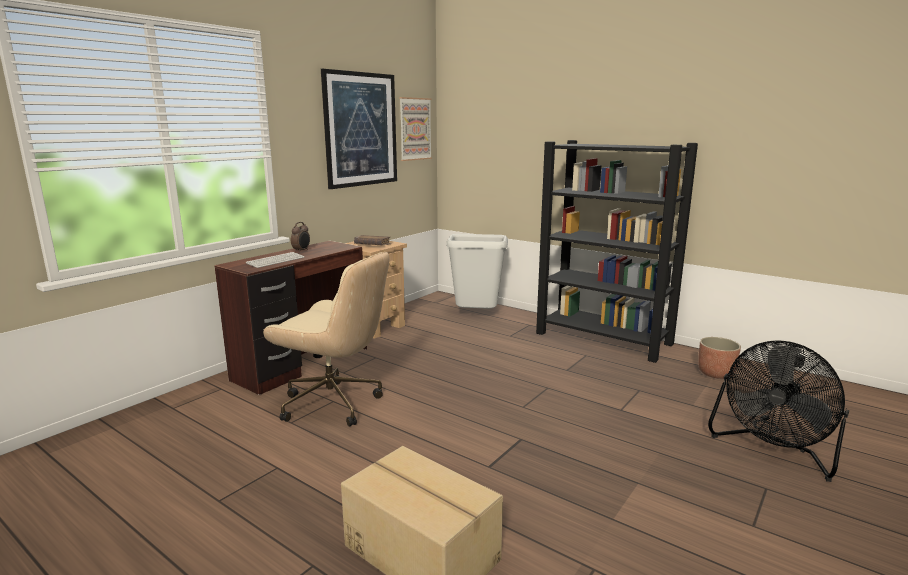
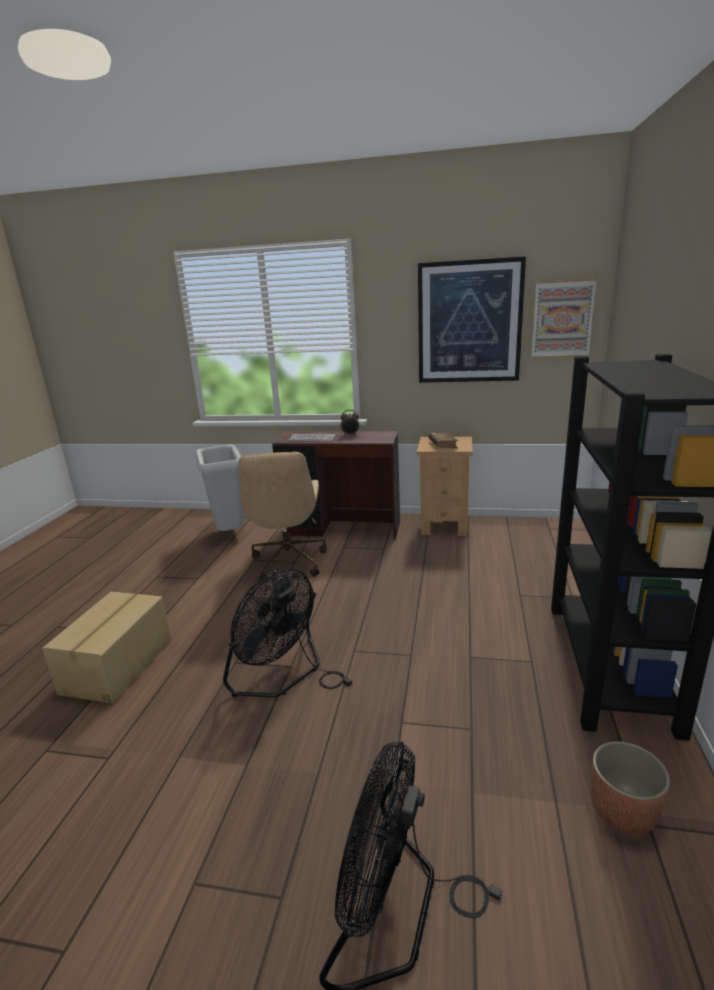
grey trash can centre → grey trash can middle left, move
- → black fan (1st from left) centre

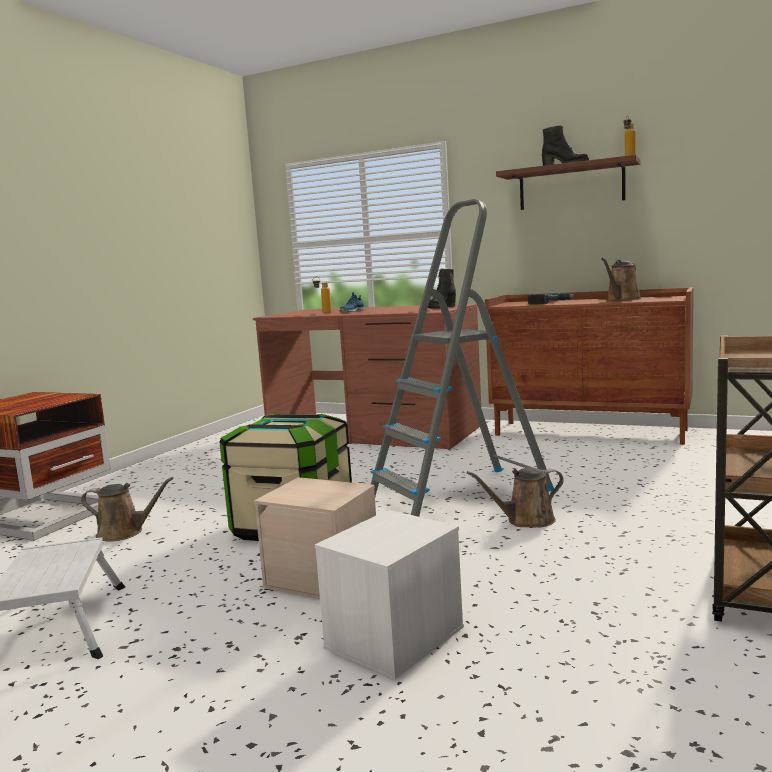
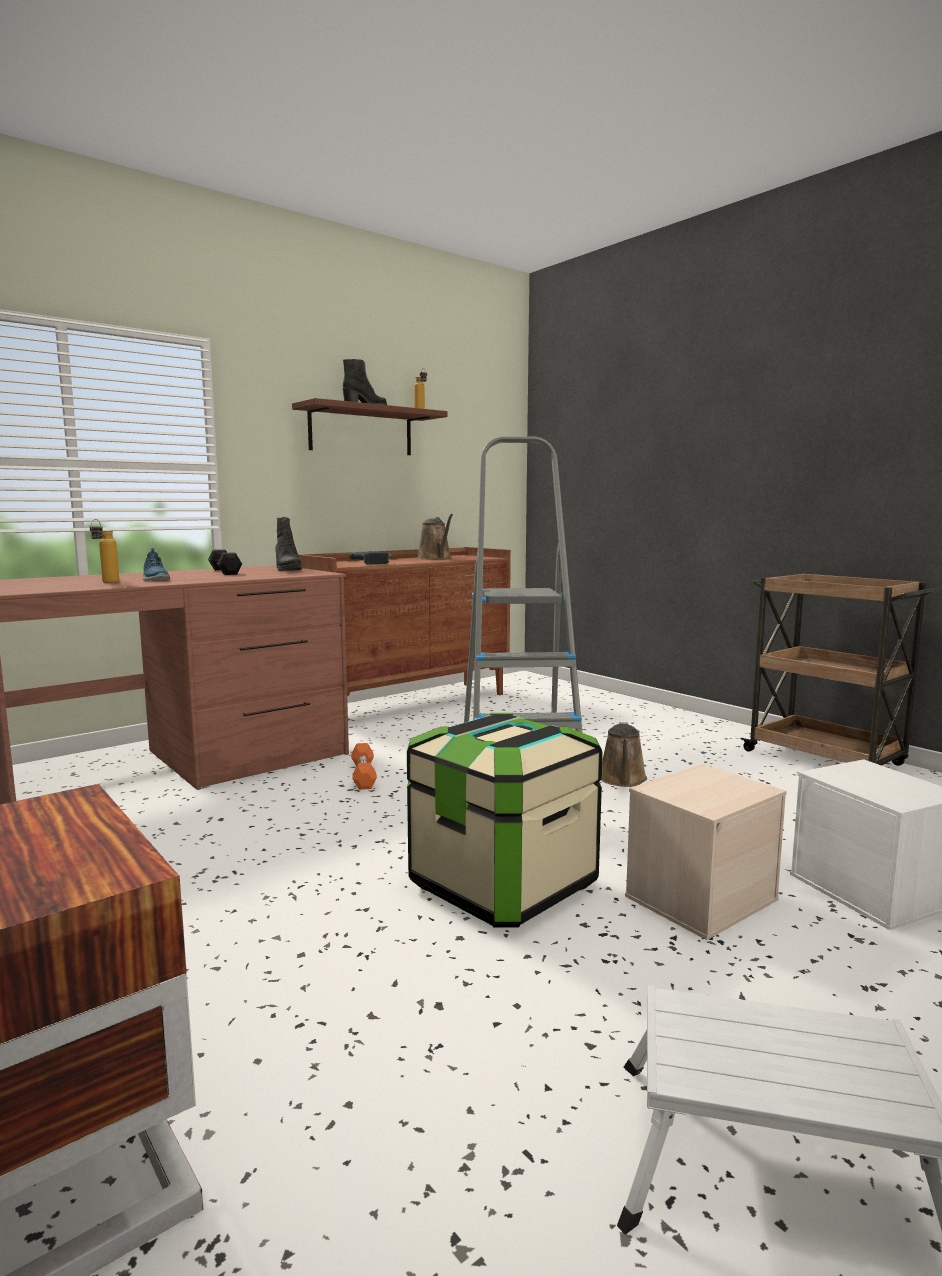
brown watering can (1st from left) middle left → -
- → black dumbbell middle left
- → orange dumbbell centre

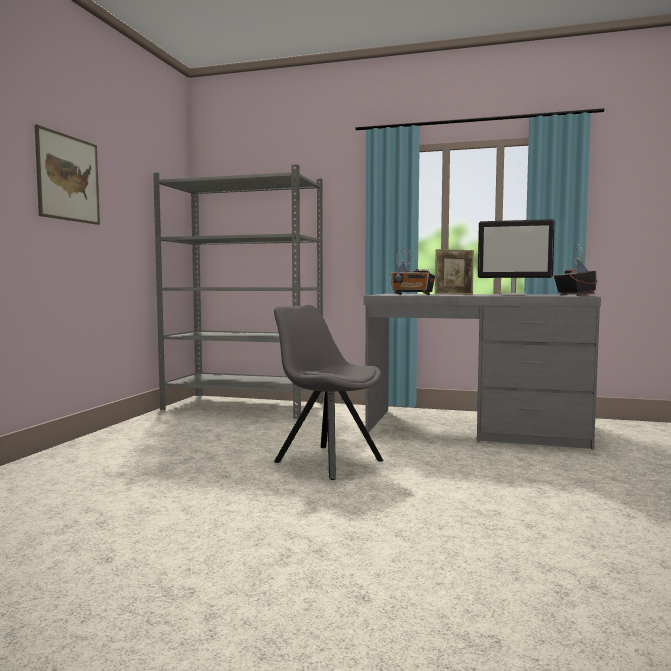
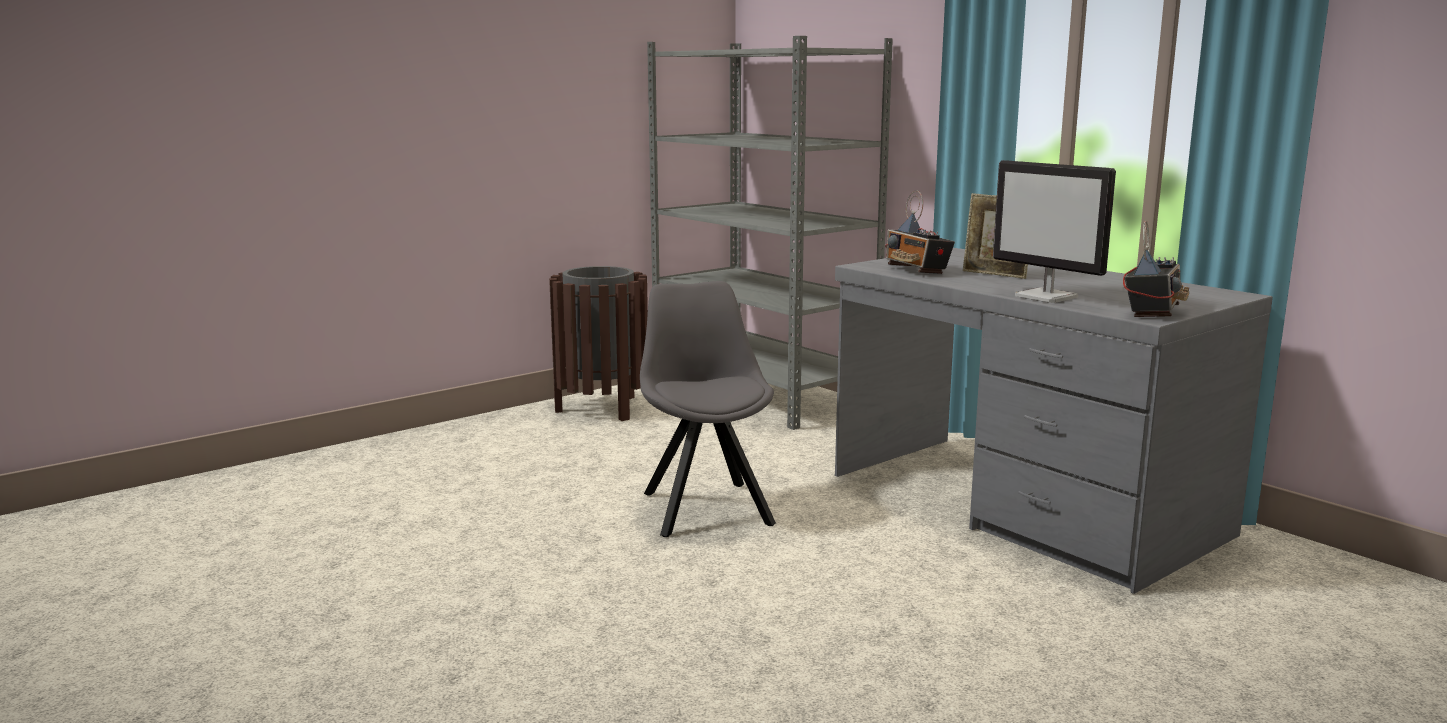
picture top left → -
- → brown trash can centre

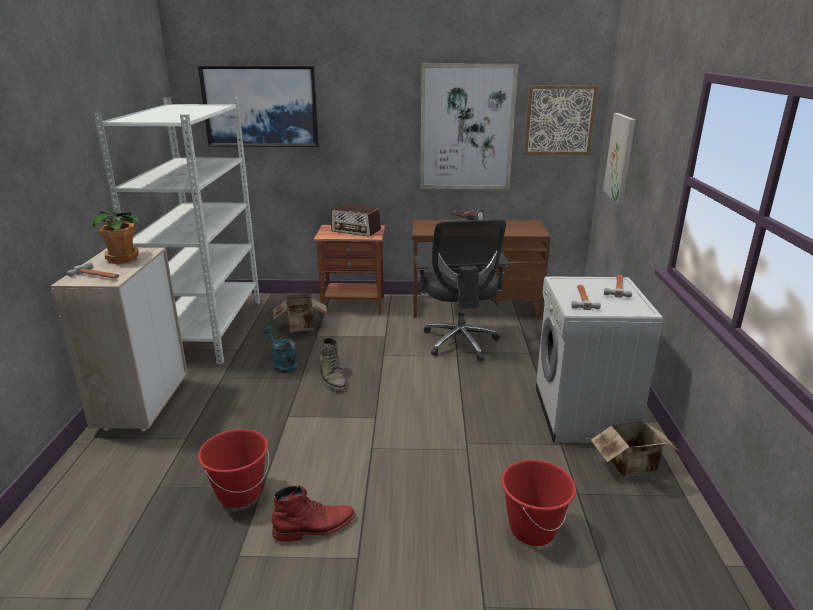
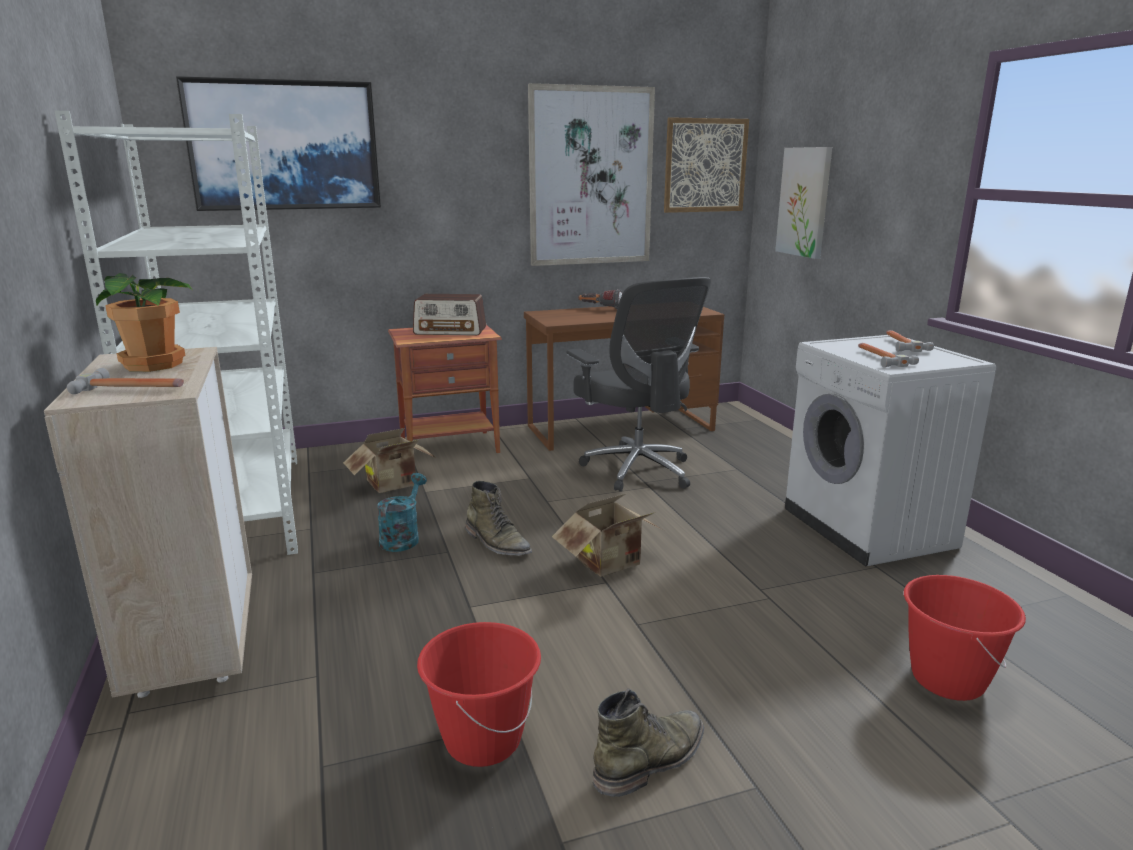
turquoise watering can centre, 75 degrees clockwise
cardboard box (2nd from left) bottom right → cardboard box (2nd from left) centre, move
red boot bottom centre → green boot (2nd from left) bottom centre

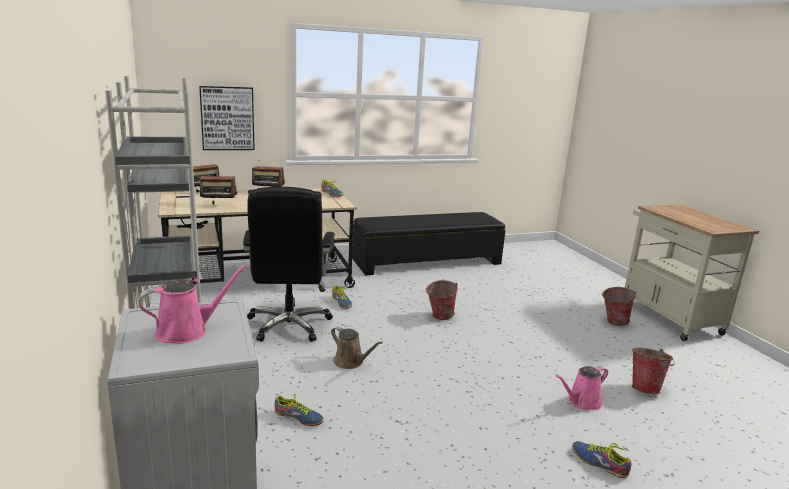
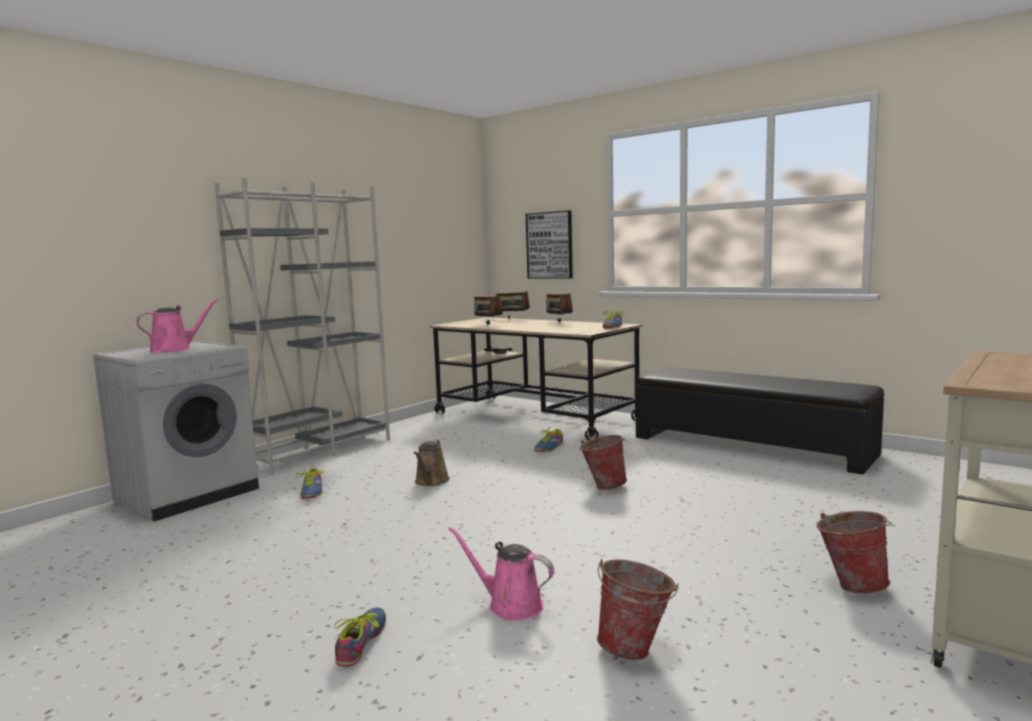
black office chair centre → -
pink watering can (1st from left) middle left, 75 degrees counterclockwise

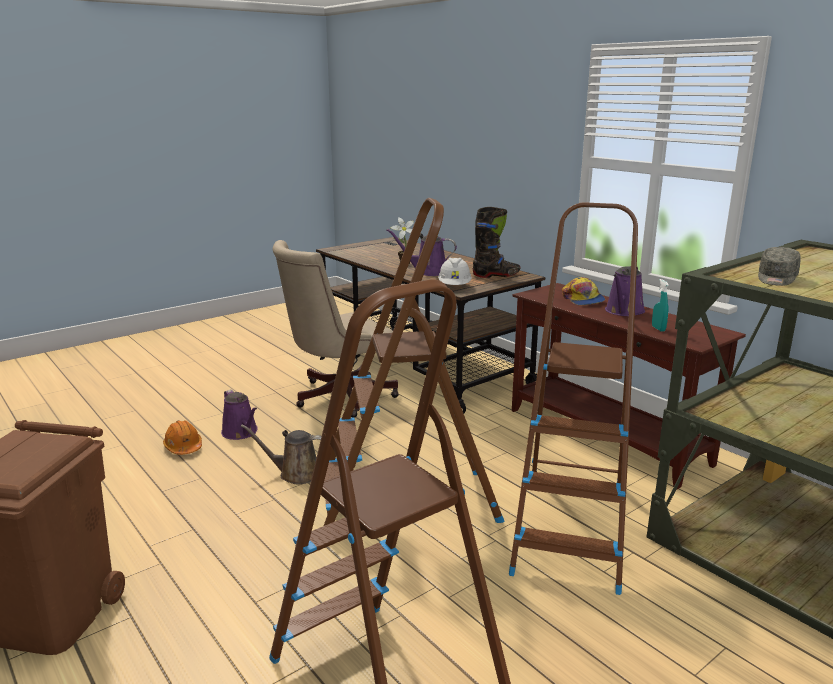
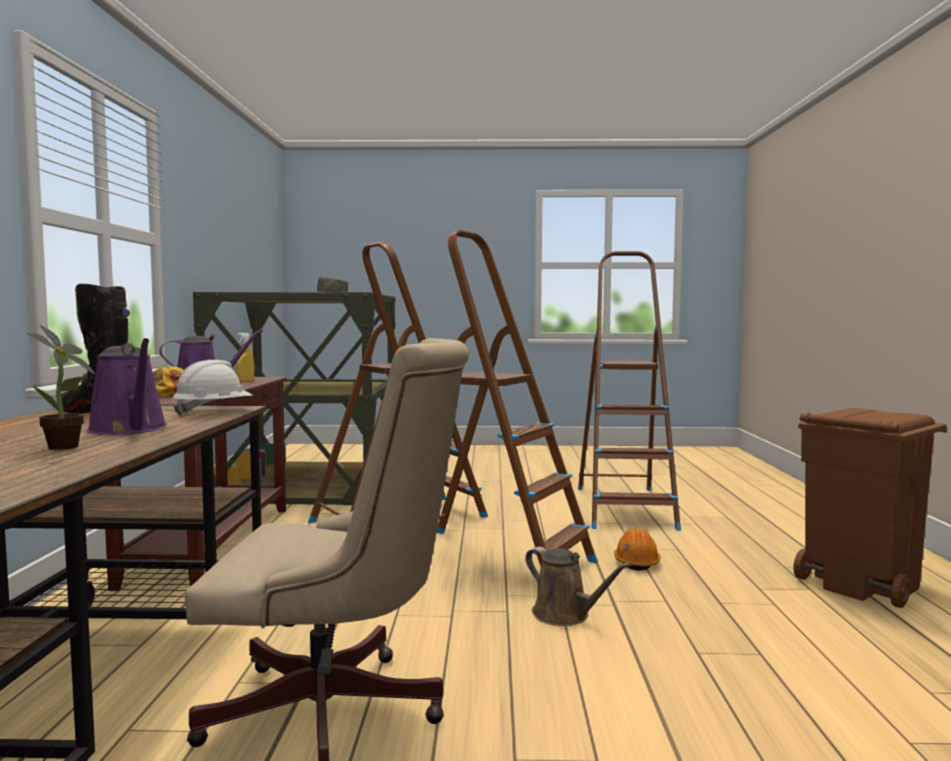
turquoise spray bottle middle right → yellow spray bottle middle left
purple watering can (1st from left) middle left → -
orange hard hat middle left → orange hard hat bottom right, move

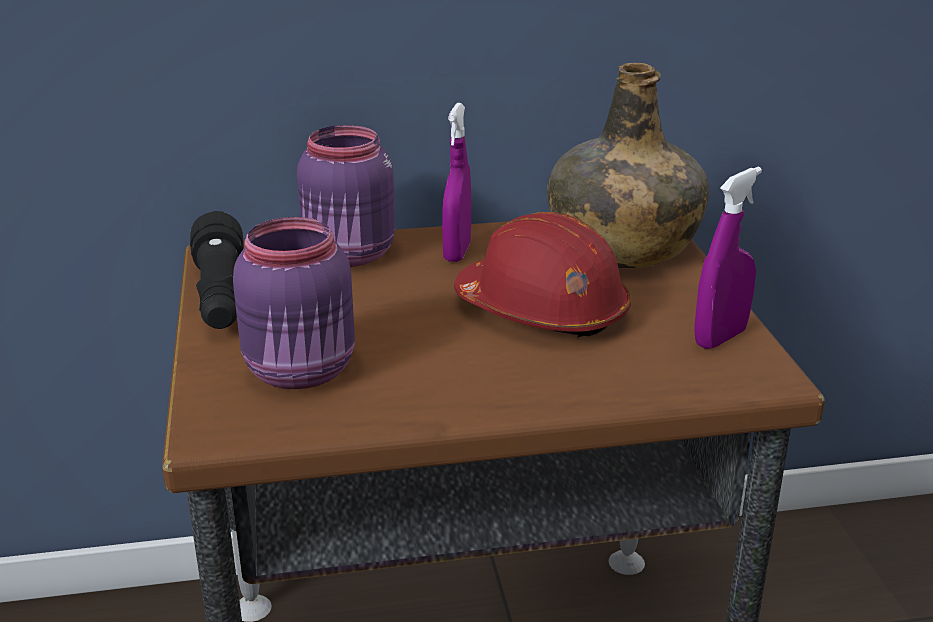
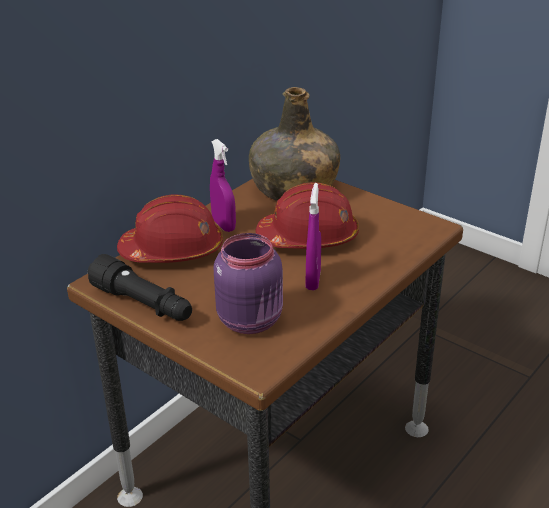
purple jar (2nd from left) top centre → red hard hat (1st from left) middle left
purple spray bottle (2nd from left) middle right → purple spray bottle (2nd from left) centre, move

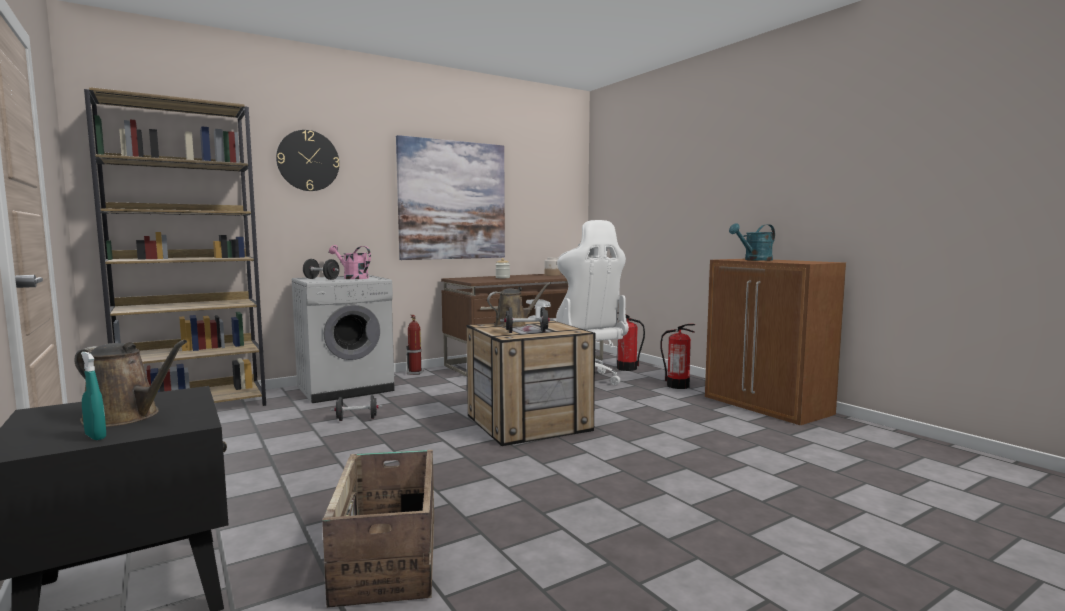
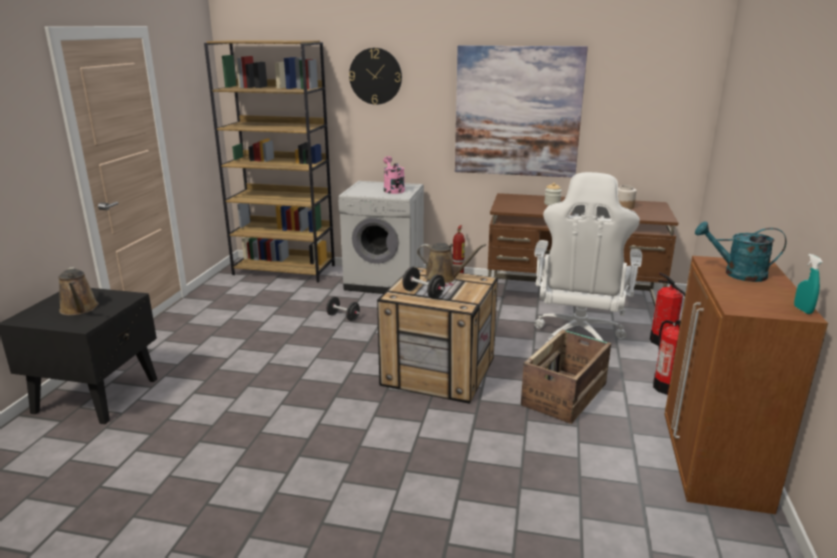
black dumbbell (1st from left) middle left → -
turquoise spray bottle middle left → turquoise spray bottle middle right, move
crate (1st from left in the first image) bottom centre → crate (2nd from left) bottom right, move

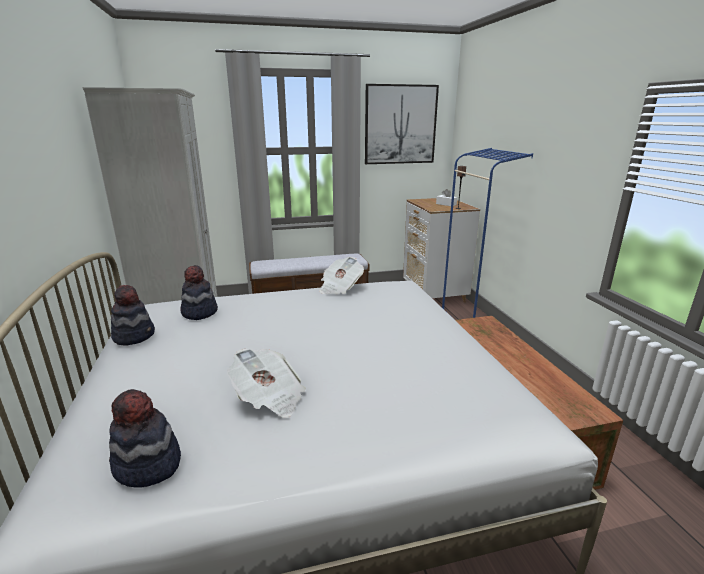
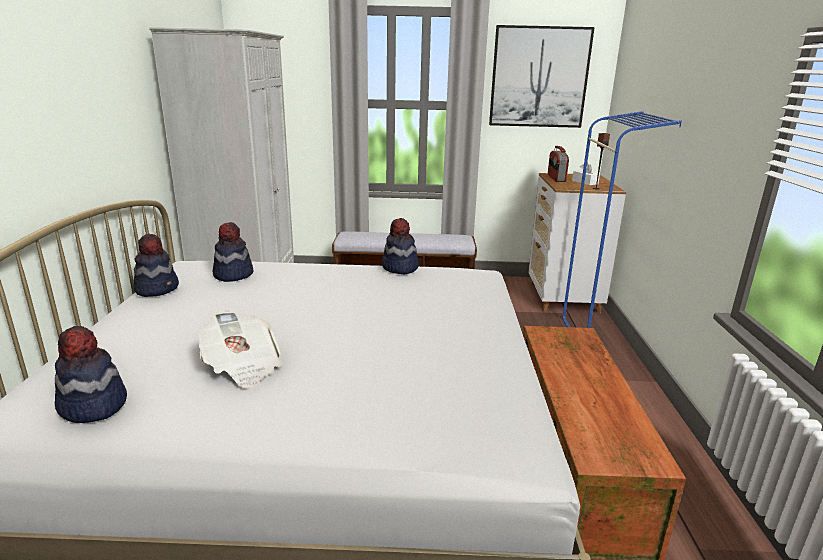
newspaper (2nd from left) centre → hat (4th from left) centre
- → radio top right

